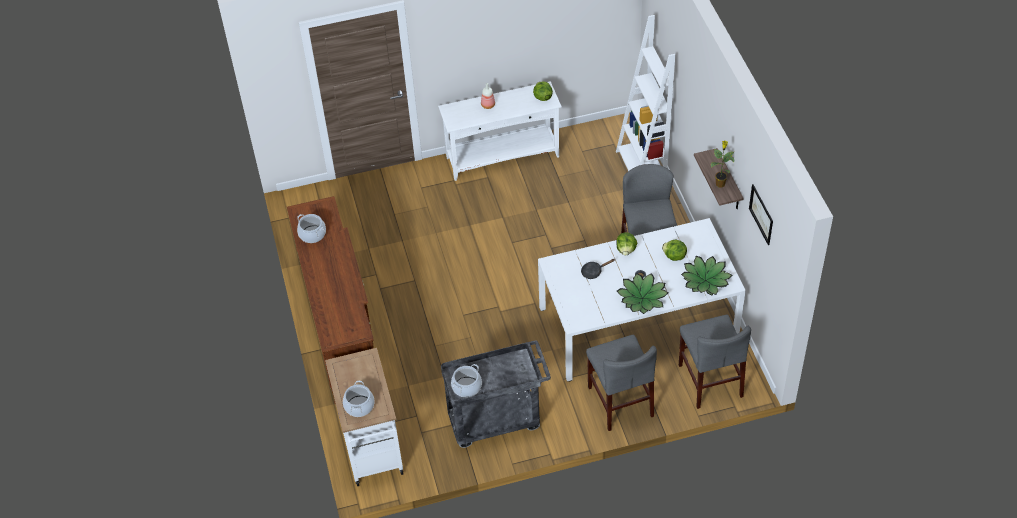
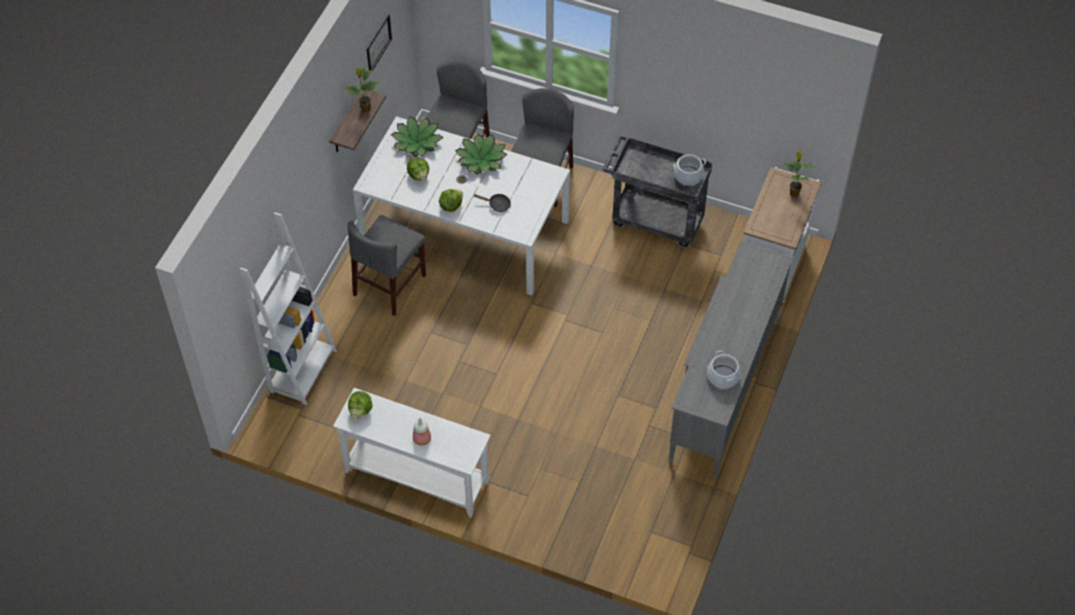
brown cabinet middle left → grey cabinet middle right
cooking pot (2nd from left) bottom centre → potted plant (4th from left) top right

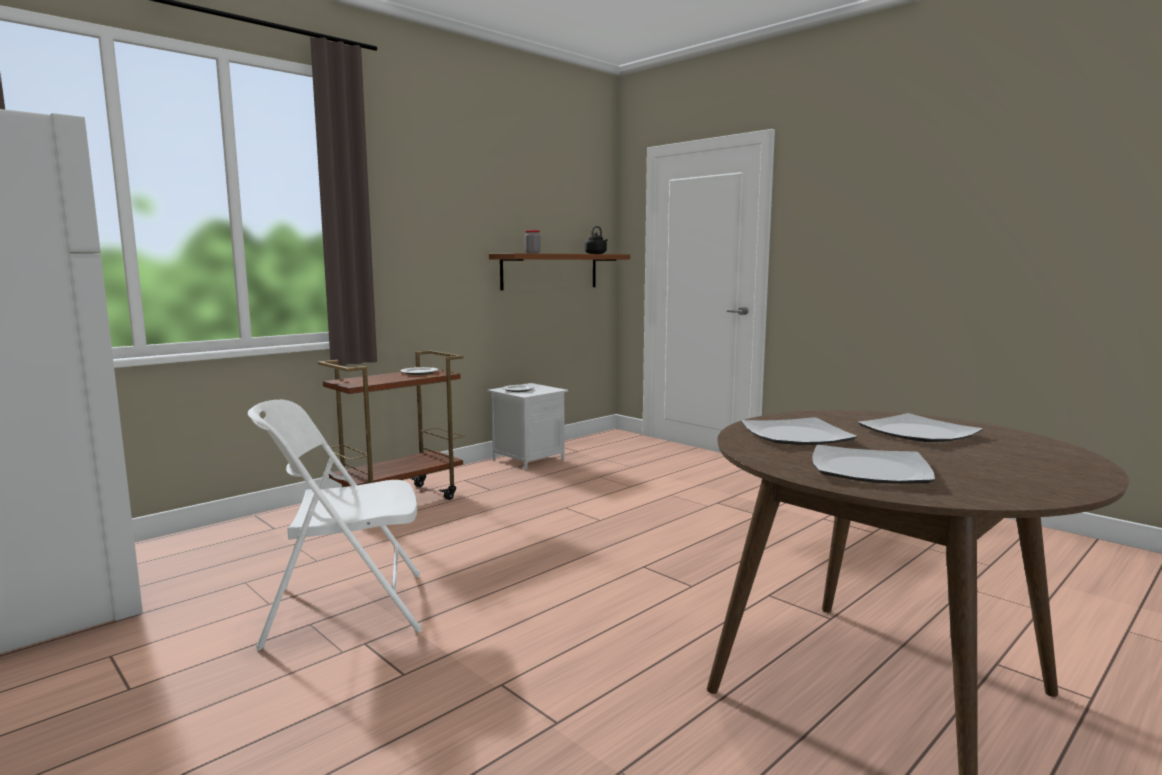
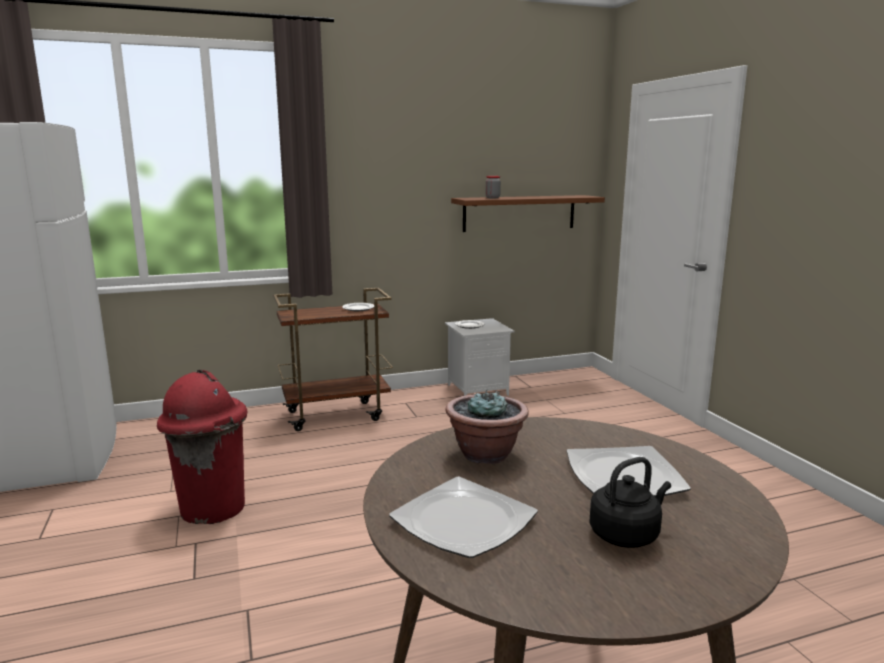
black kettle top centre → black kettle bottom right, move
white chair bottom left → red trash can bottom left
plate (3rd from left) middle right → potted plant centre

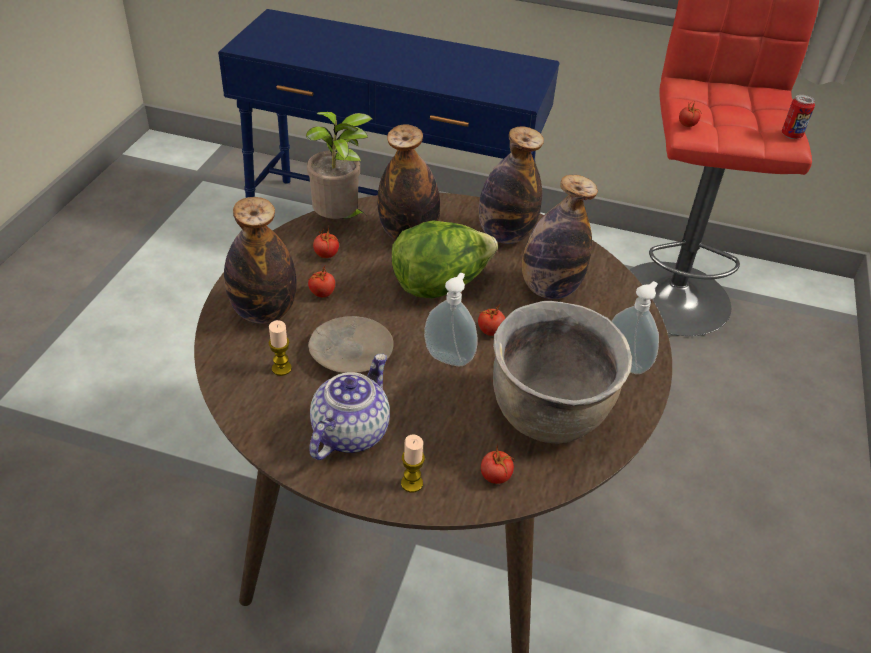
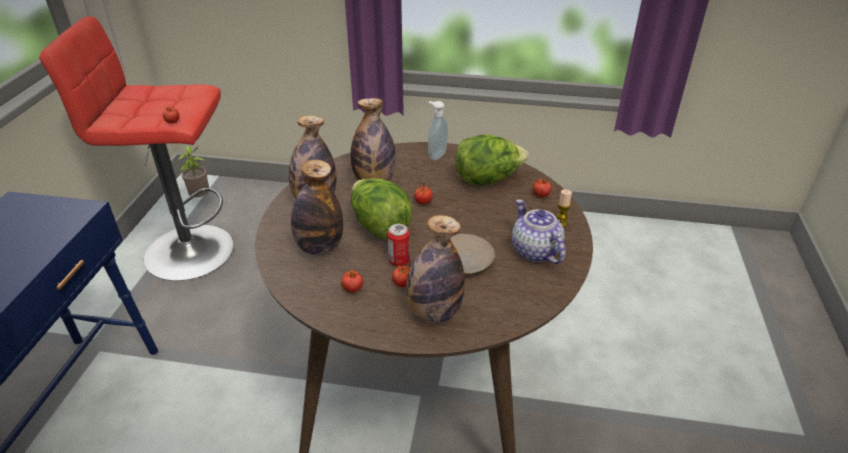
can top right → can centre, move
potted plant top centre → potted plant middle left, move
soap dispenser (1st from left) centre → -
brown cooking pot centre → lettuce (2nd from left) centre
candle (1st from left) middle left → -
teapot centre, 45 degrees clockwise

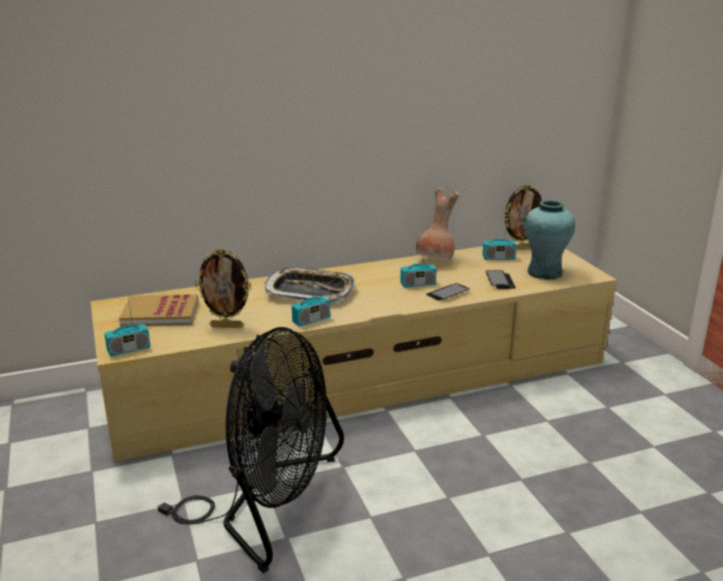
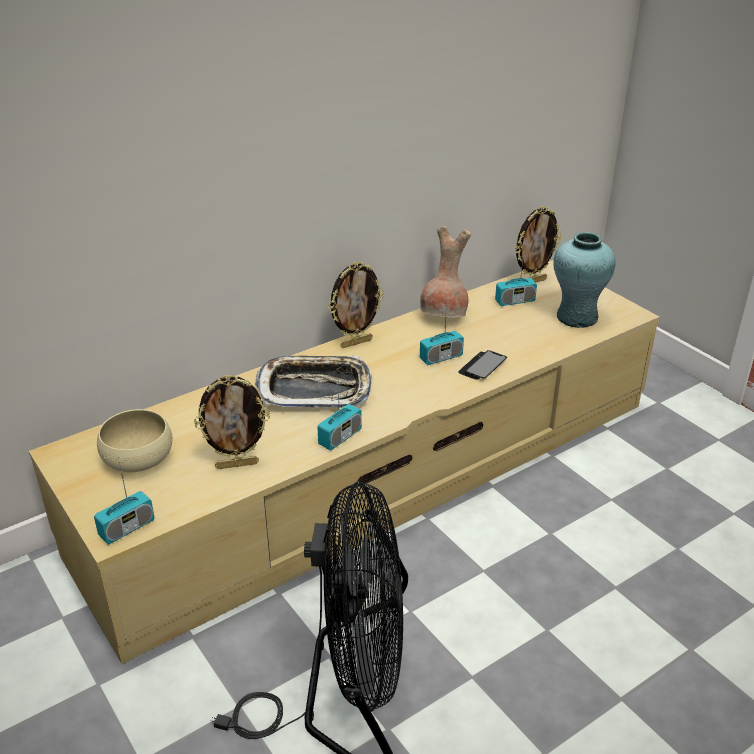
phone (2nd from left) middle right → -
book middle left → beige bowl middle left
- → picture frame (2nd from left) centre

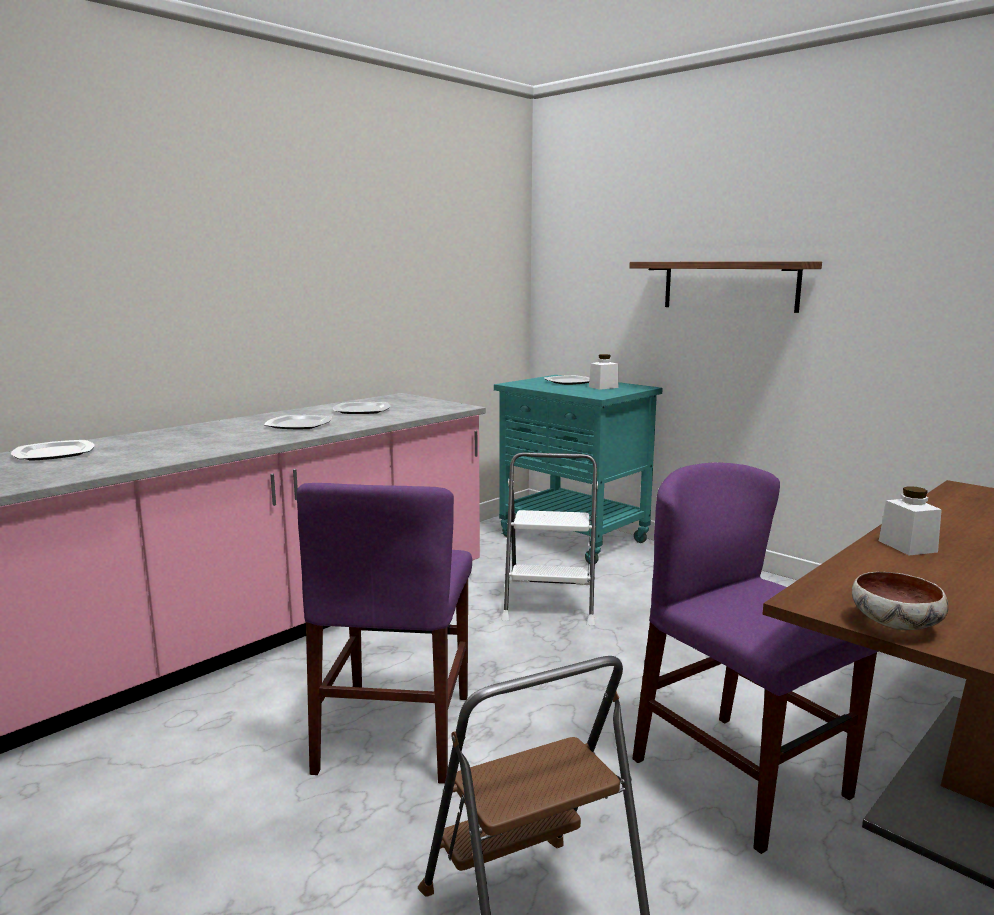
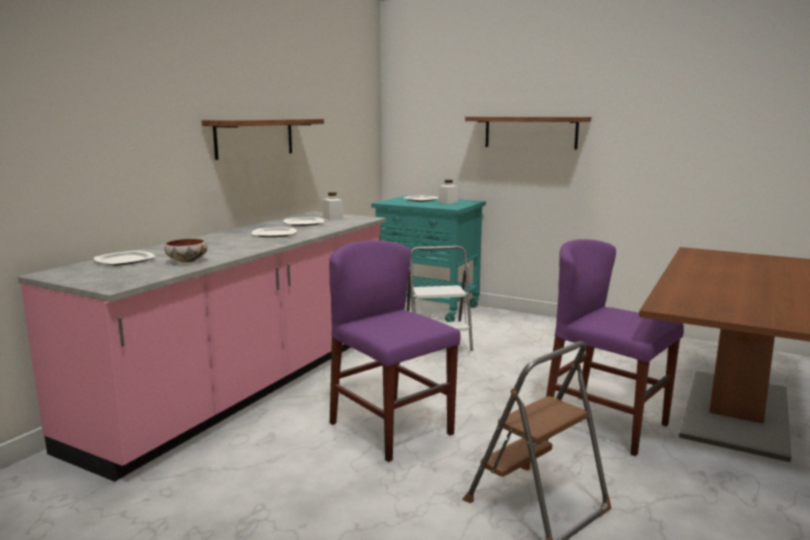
purple chair (1st from left) bottom centre → purple chair (1st from left) centre, 150 degrees clockwise
white jar (2nd from left in the first image) middle right → white jar (1st from left) centre, move
bowl middle right → bowl middle left, move
- → shelf (1st from left) top left

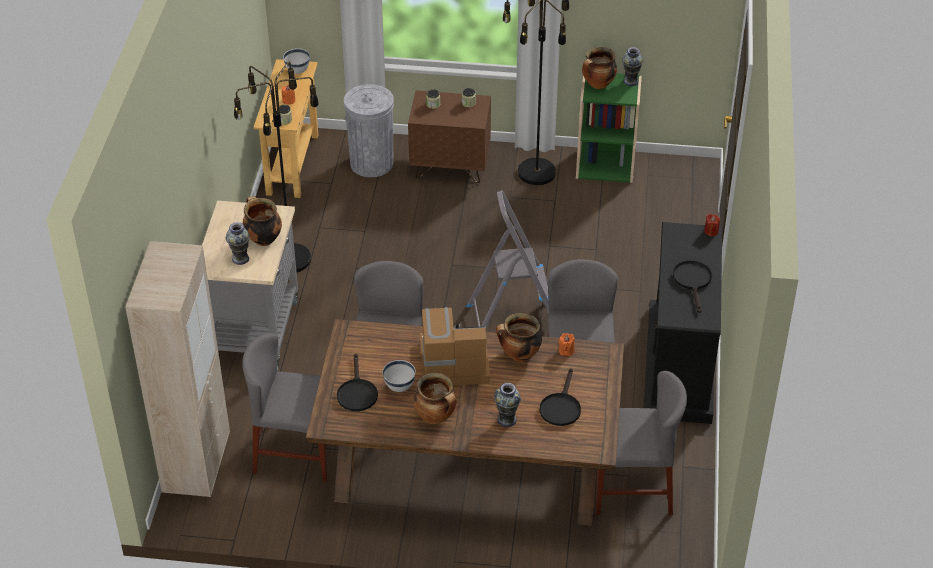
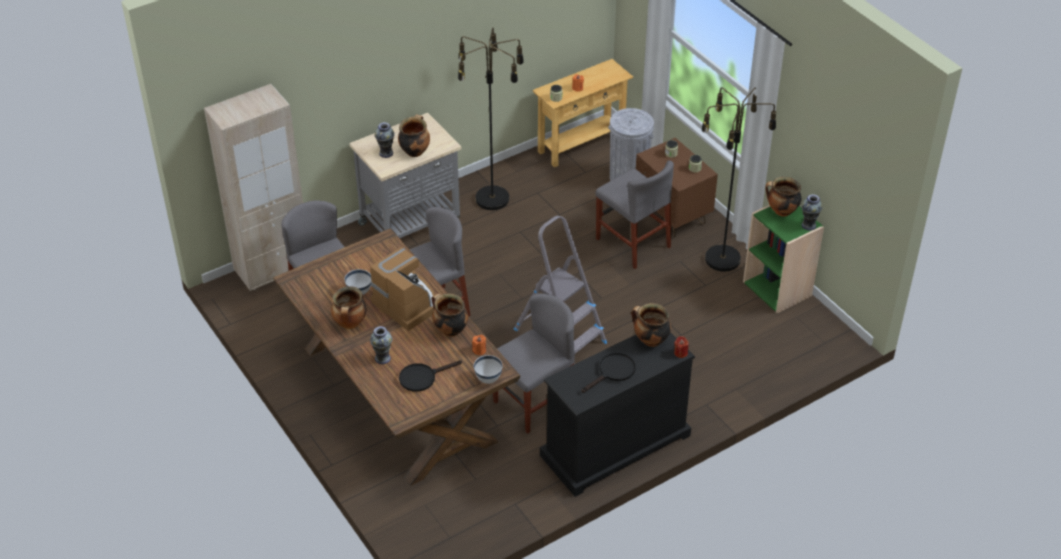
white bowl (1st from left in the first image) top left → white bowl (2nd from left) centre, move
black frying pan (1st from left) bottom centre → -
grey chair (4th from left) bottom right → grey chair (4th from left) centre, move
- → cooking pot (4th from left) centre

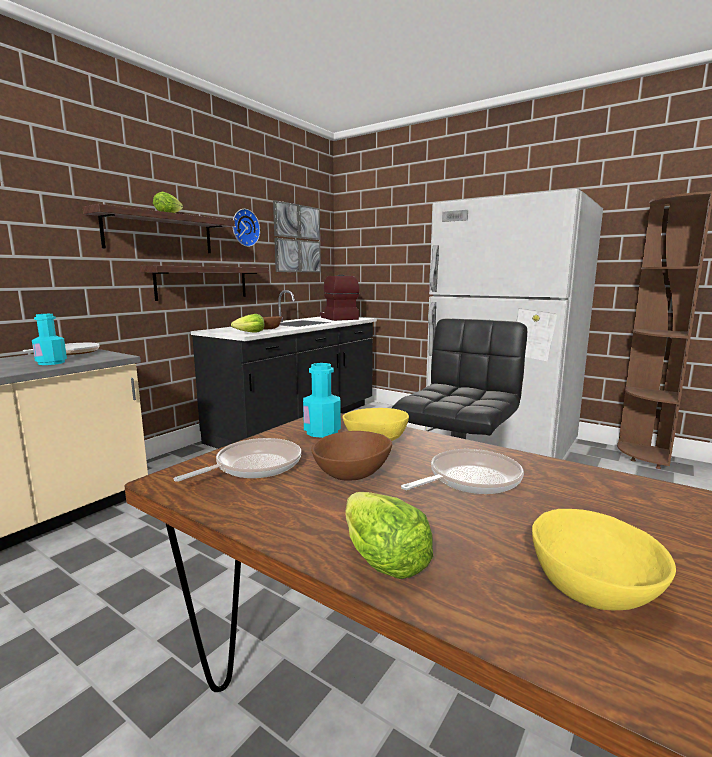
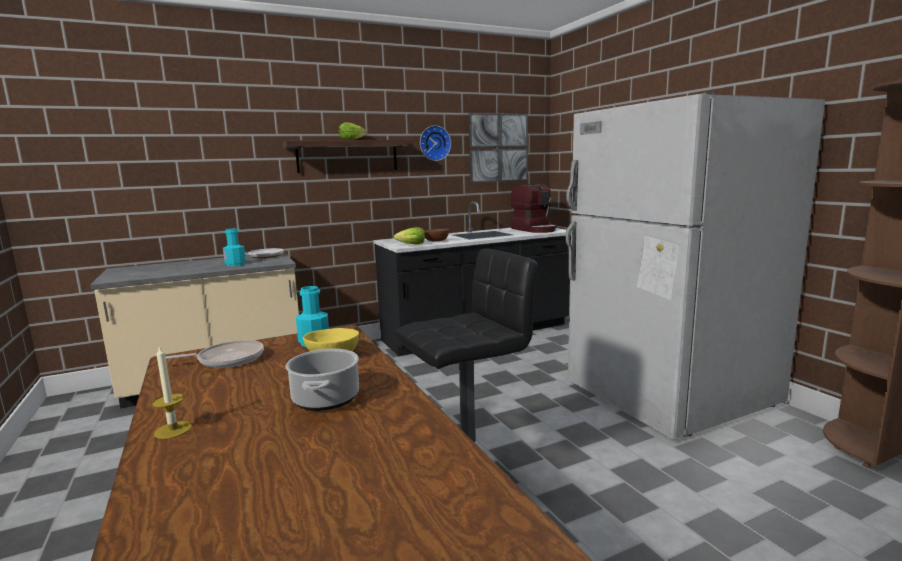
shelf (2nd from left) middle left → -
coffee machine centre, 150 degrees clockwise
brown bowl (2nd from left) centre → -
frying pan (3rd from left) centre → cooking pot bottom centre
lettuce (3rd from left) bottom centre → candle bottom left
yellow bowl (2nd from left) bottom right → -

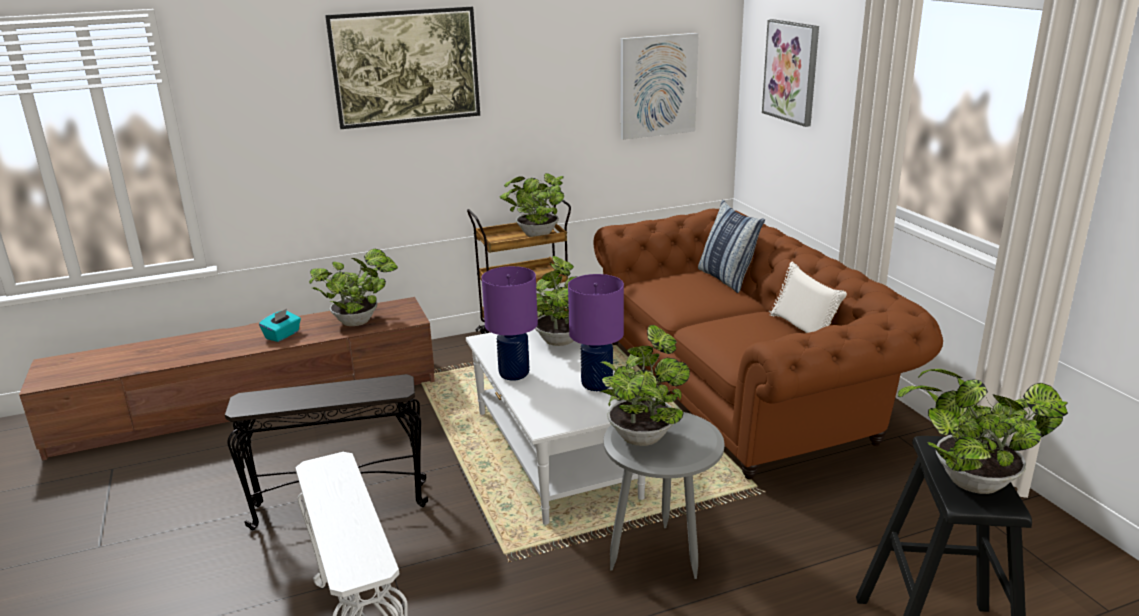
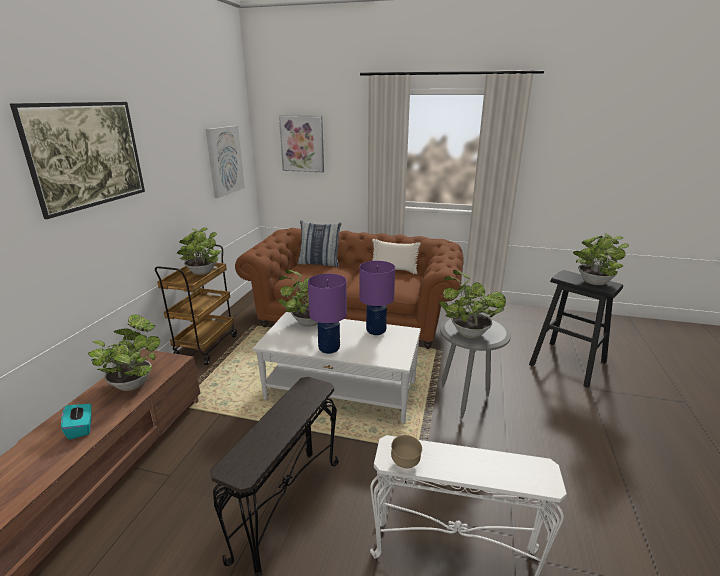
- → brown bowl bottom centre

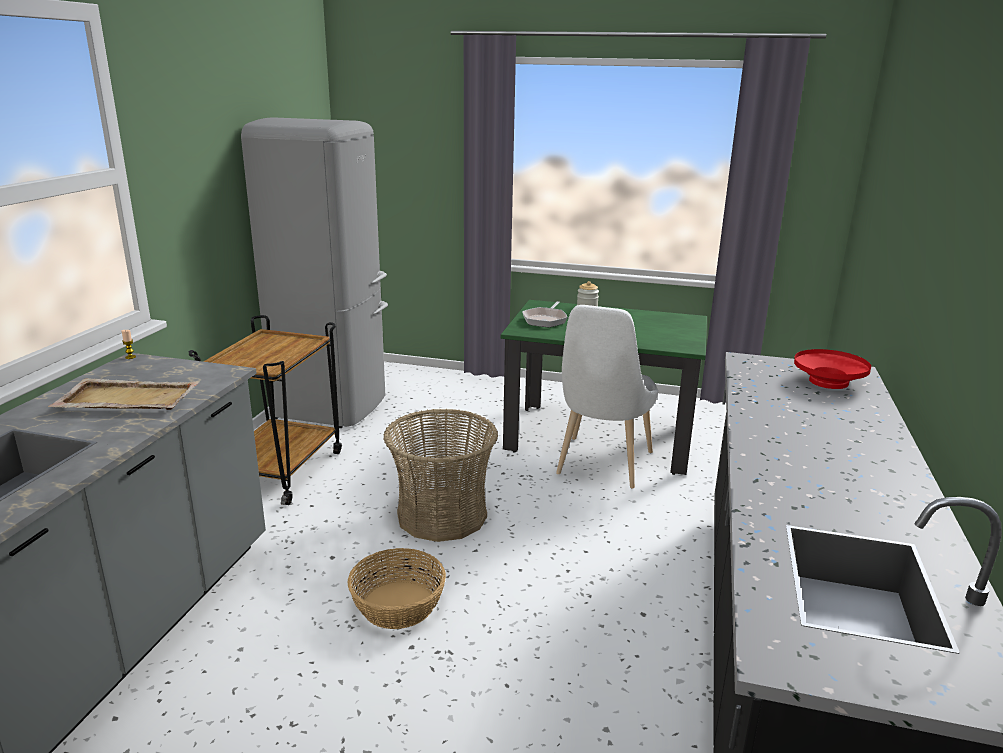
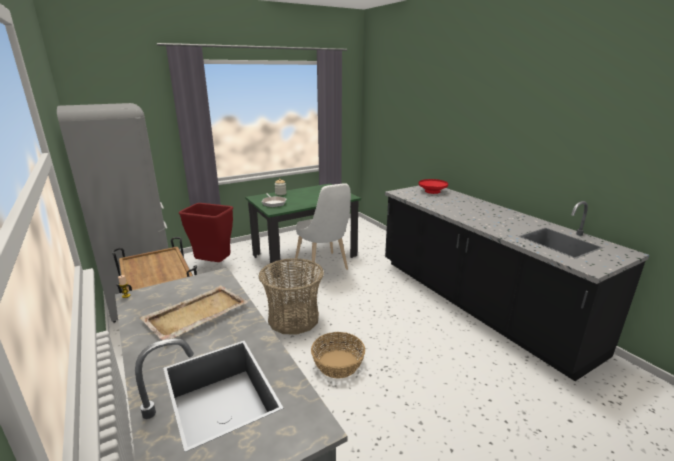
- → red trash can middle left

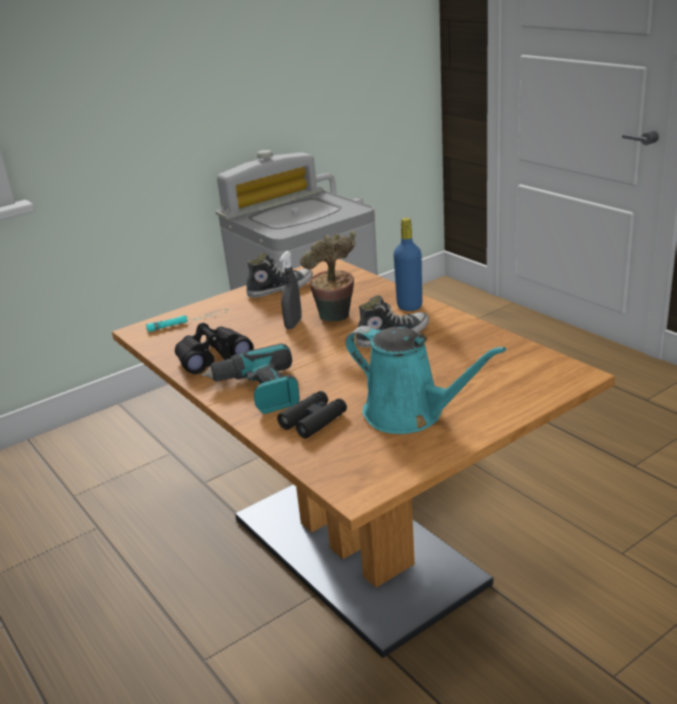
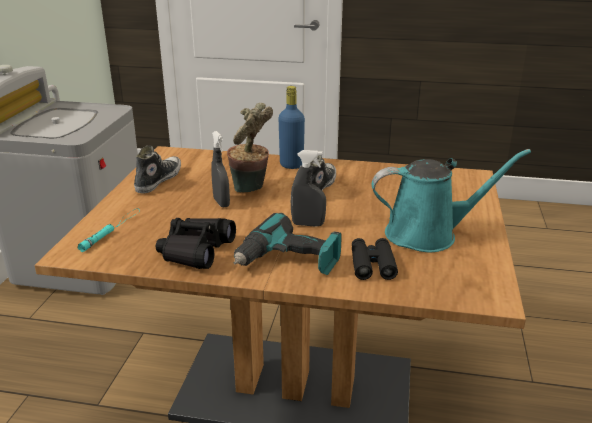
- → grey spray bottle (2nd from left) centre

